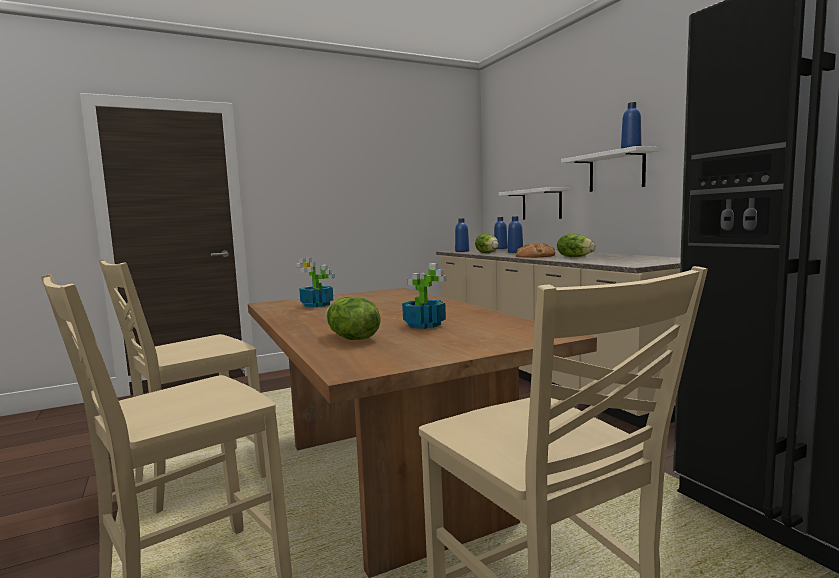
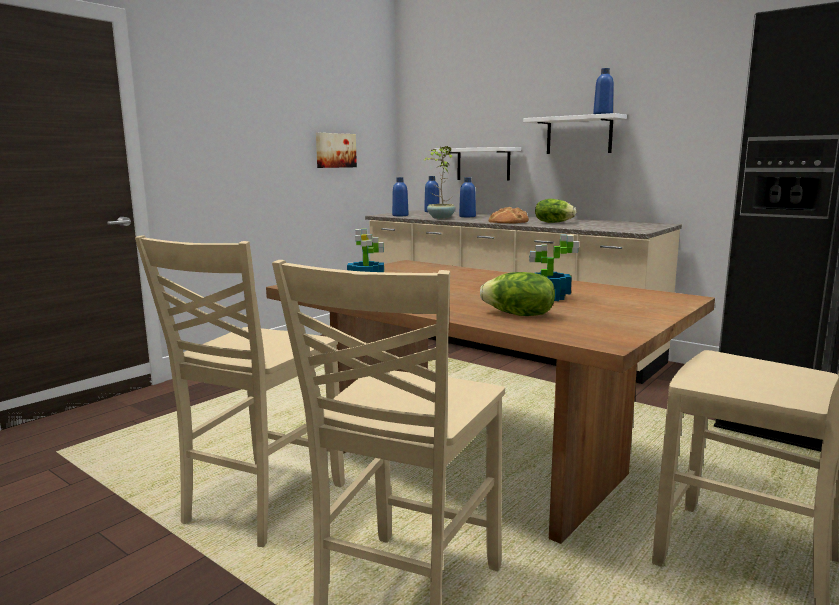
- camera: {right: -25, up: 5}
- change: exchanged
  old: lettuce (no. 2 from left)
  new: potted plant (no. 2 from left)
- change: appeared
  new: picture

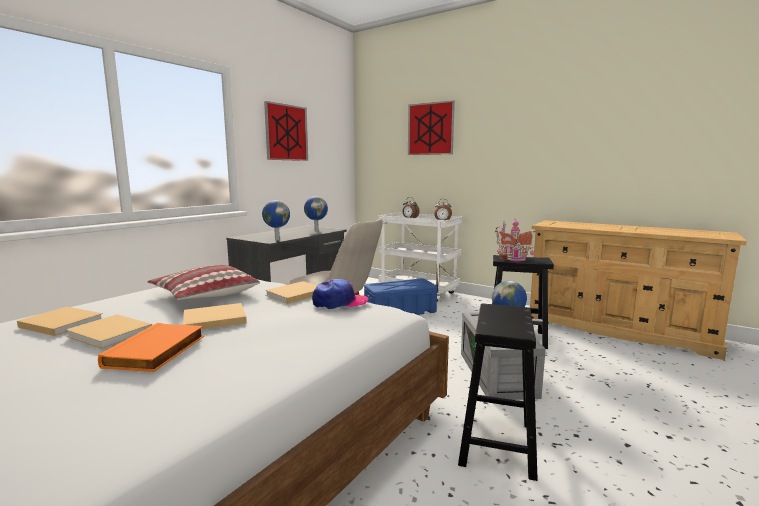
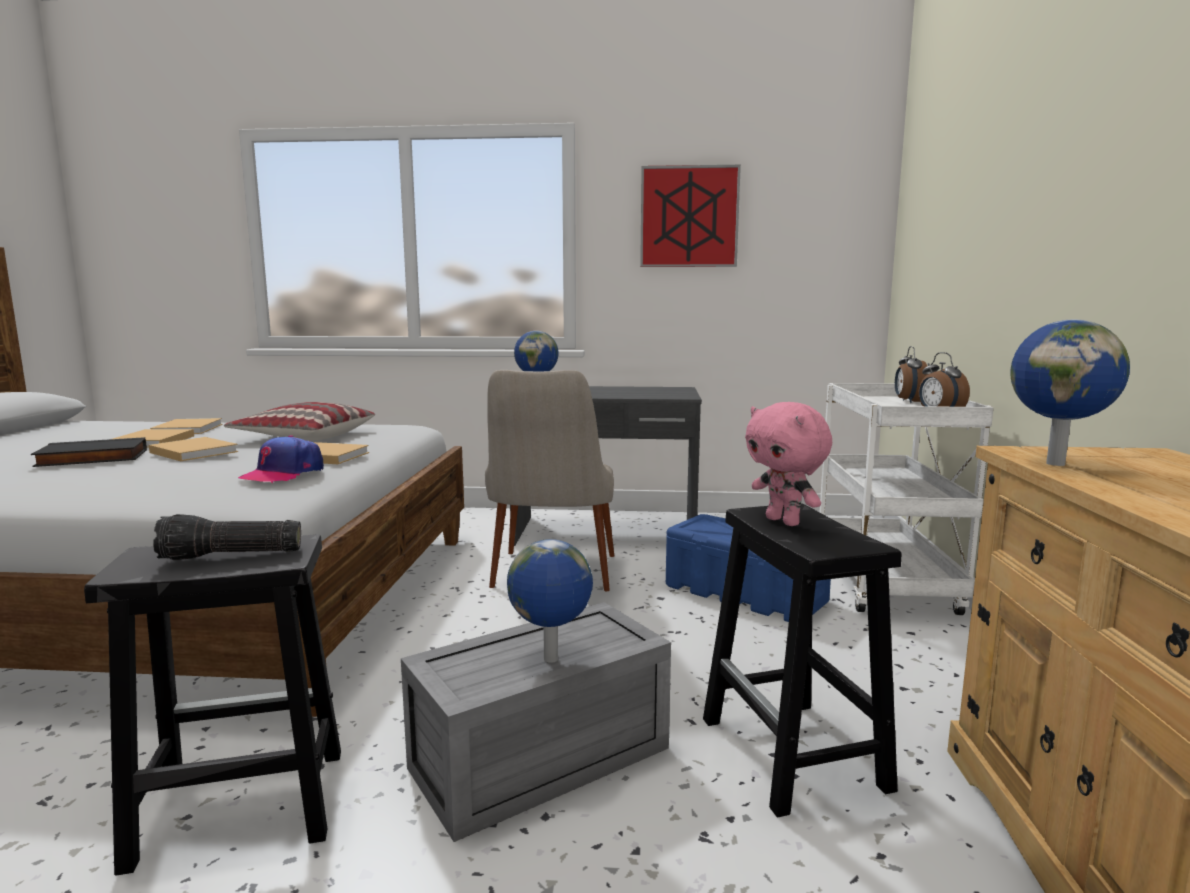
- camera: {right: 60, up: 0}
- change: missing
  old: picture (no. 2 from left)
- change: relocated
  old: globe (no. 2 from left in the first image)
  new: globe (no. 3 from left)
- change: exchanged
  old: toy house
  new: pink plush toy
- change: spun
  old: cap
  degrees: 75
- change: colour
  old: orange book
  new: black book
- change: appeared
  new: flashlight

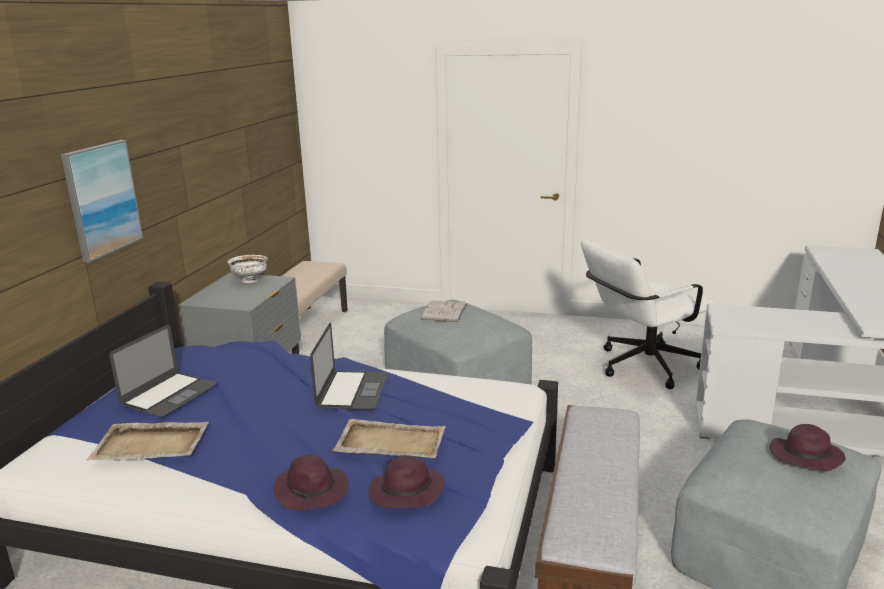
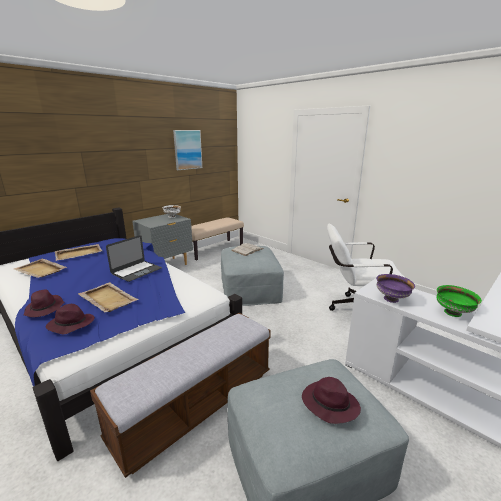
- camera: {right: 30, up: 0}
- change: relocated
  old: picture
- change: exchanged
  old: laptop (no. 1 from left)
  new: beige tray (no. 2 from left)
- change: appeared
  new: purple bowl
- change: appeared
  new: green bowl

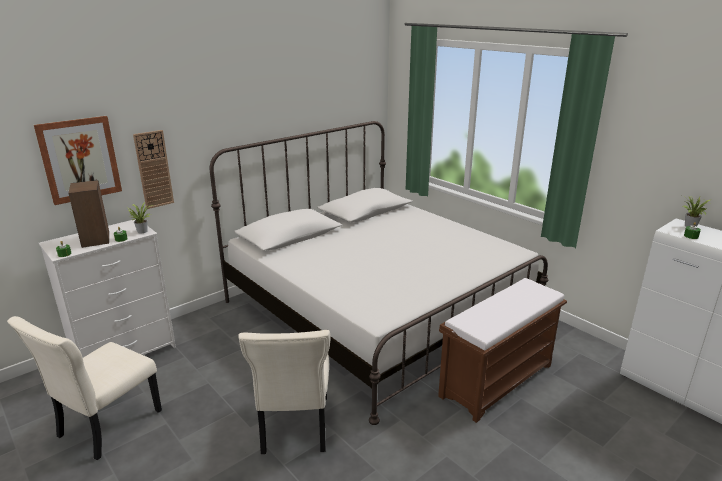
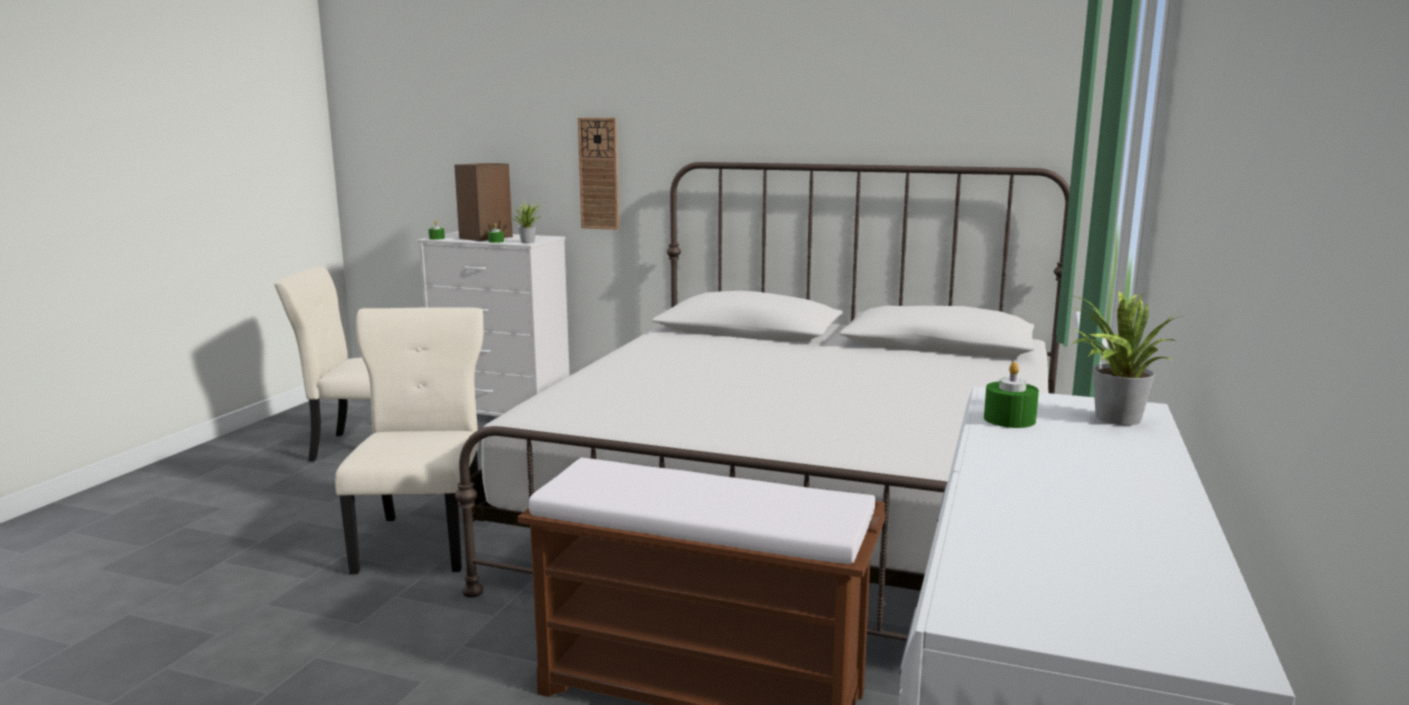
- camera: {right: 60, up: -10}
- change: missing
  old: picture
- change: spun
  old: beige chair (no. 2 from left)
  degrees: 120

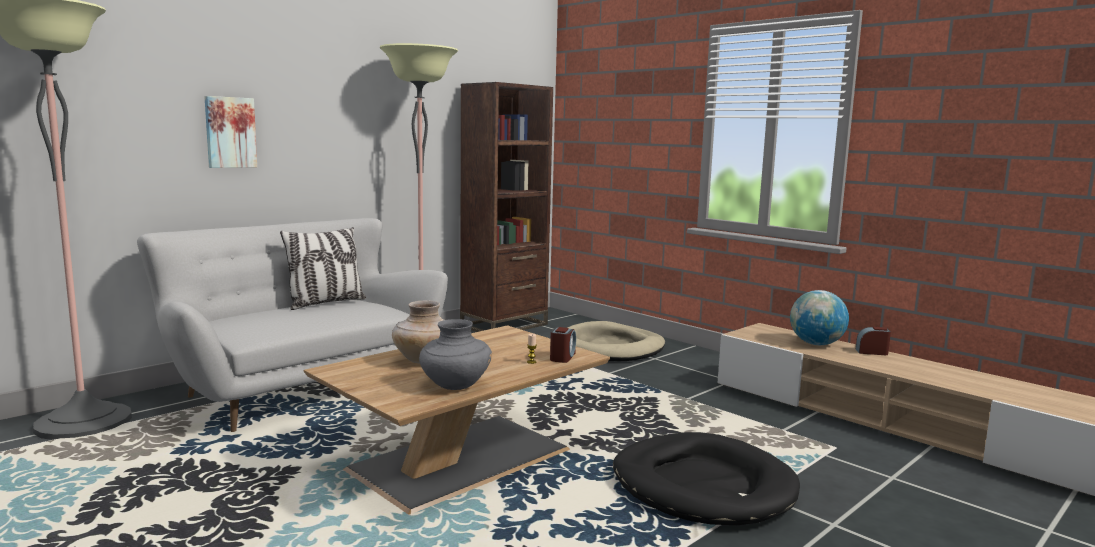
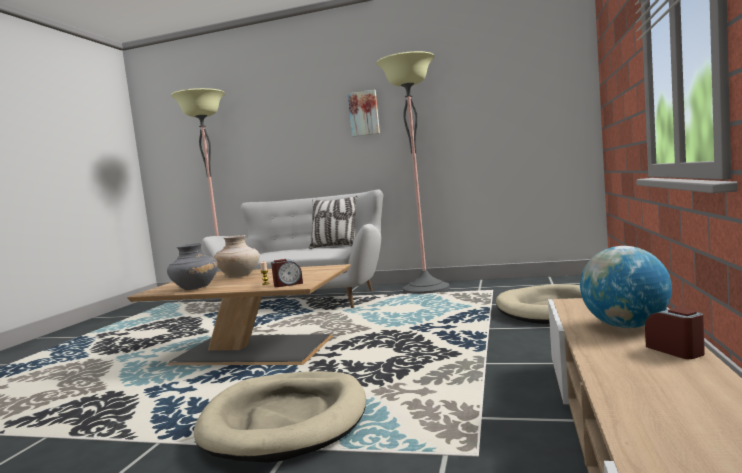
- camera: {right: 60, up: -5}
- change: missing
  old: brown bookcase
- change: relocated
  old: picture
- change: colour
  old: black dog bed
  new: beige dog bed (no. 1 from left)

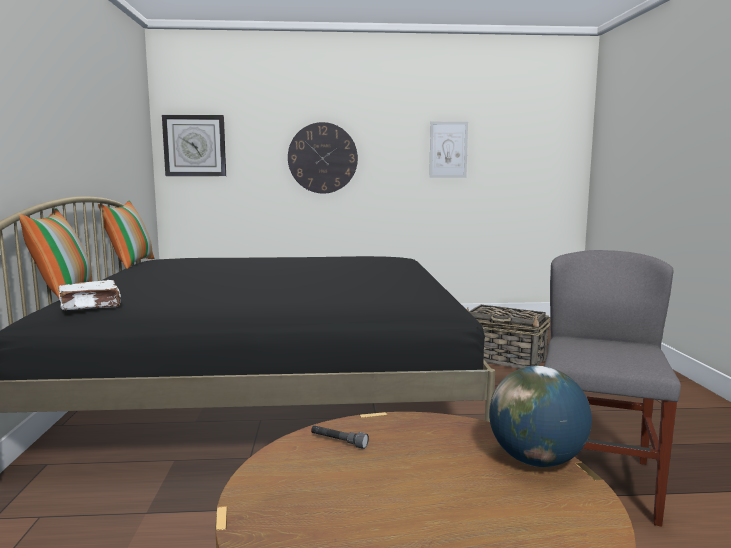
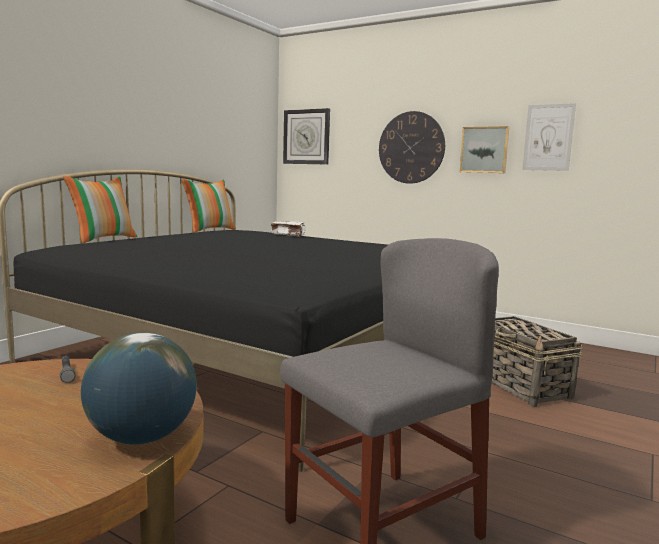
- camera: {right: 35, up: 0}
- change: relocated
  old: white book
- change: appeared
  new: picture (no. 1 from left)

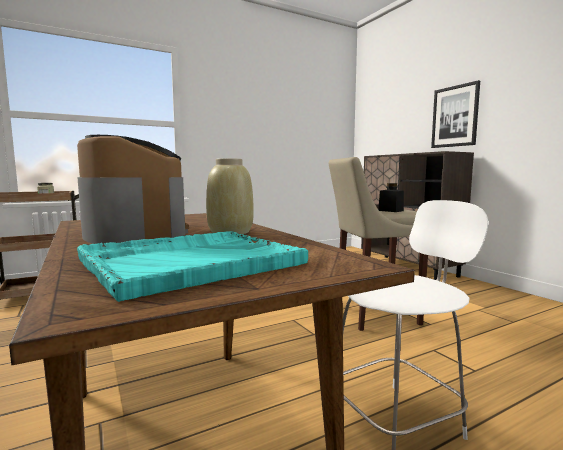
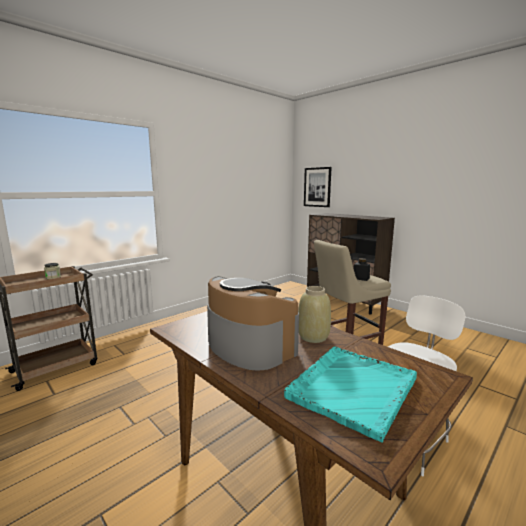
- camera: {right: -15, up: 5}
- change: relocated
  old: picture

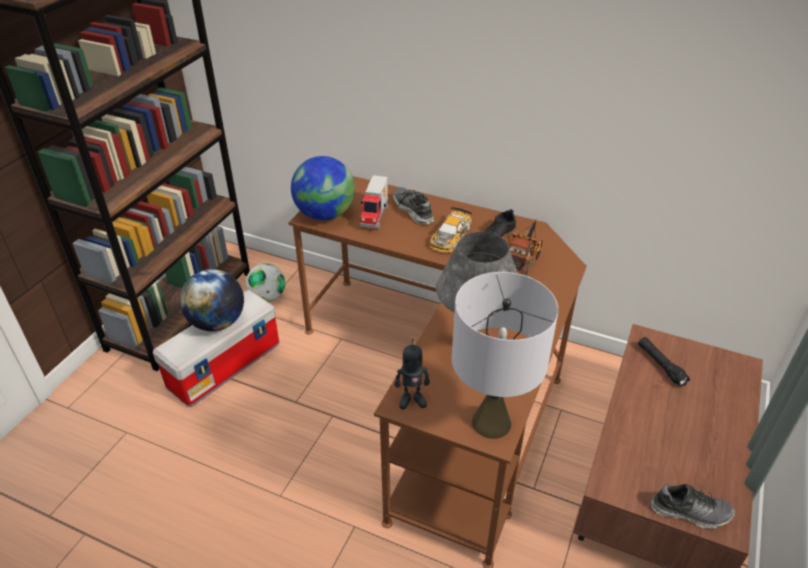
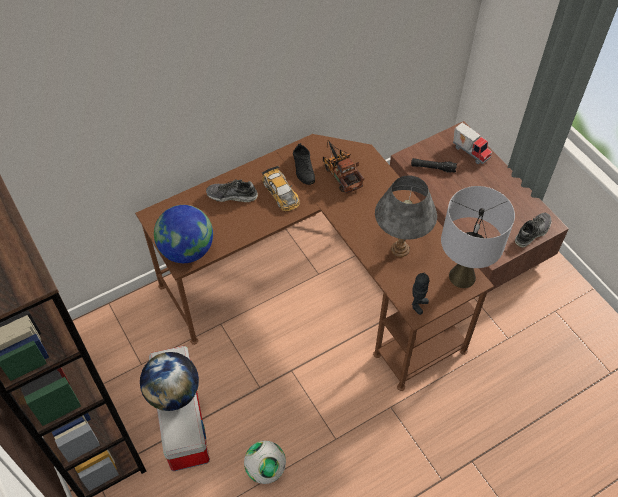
- camera: {right: -55, up: 15}
- change: relocated
  old: toy truck (no. 1 from left in the first image)
  new: toy truck (no. 2 from left)
- change: relocated
  old: football

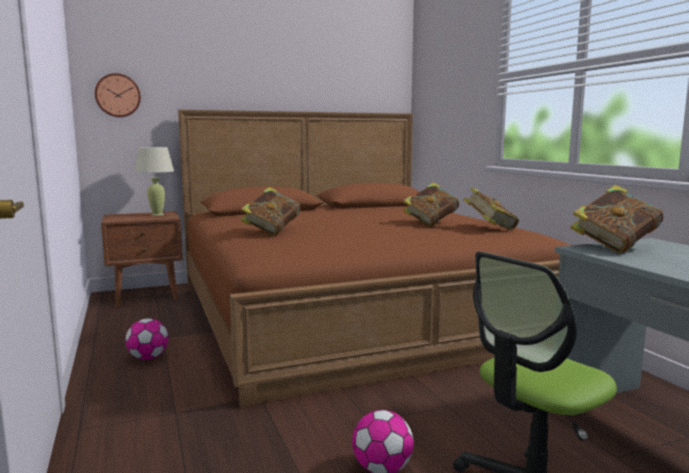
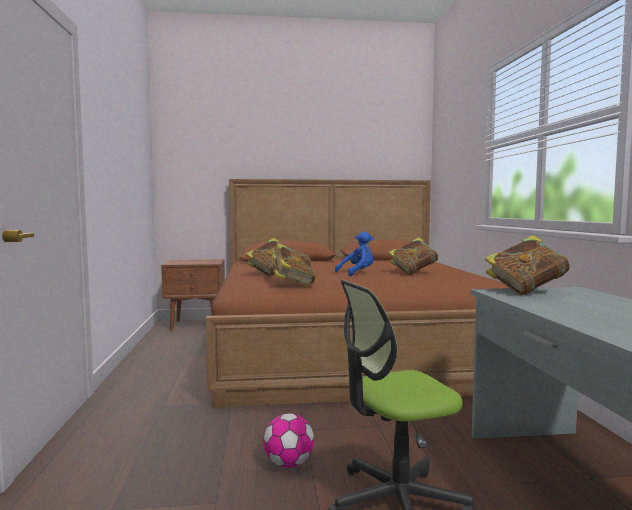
- camera: {right: 15, up: -5}
- change: missing
  old: wall clock
- change: missing
  old: beige table lamp
- change: relocated
  old: book (no. 3 from left in the first image)
  new: book (no. 2 from left)
- change: missing
  old: football (no. 1 from left)
- change: appeared
  new: blue plush toy

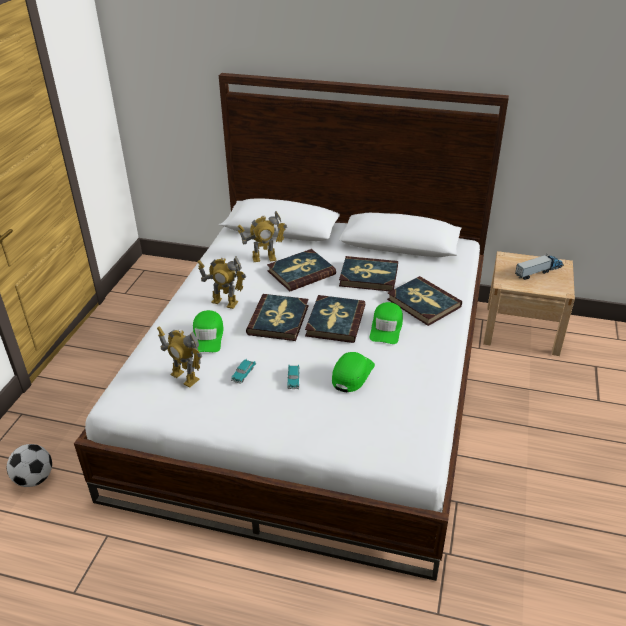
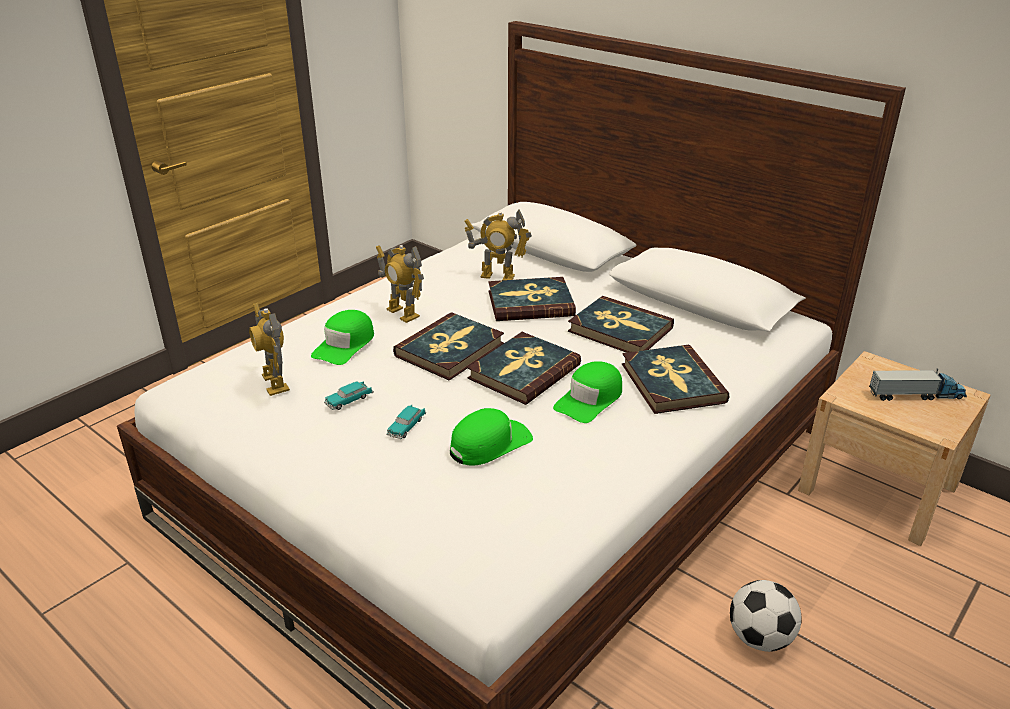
- camera: {right: 25, up: -5}
- change: relocated
  old: football

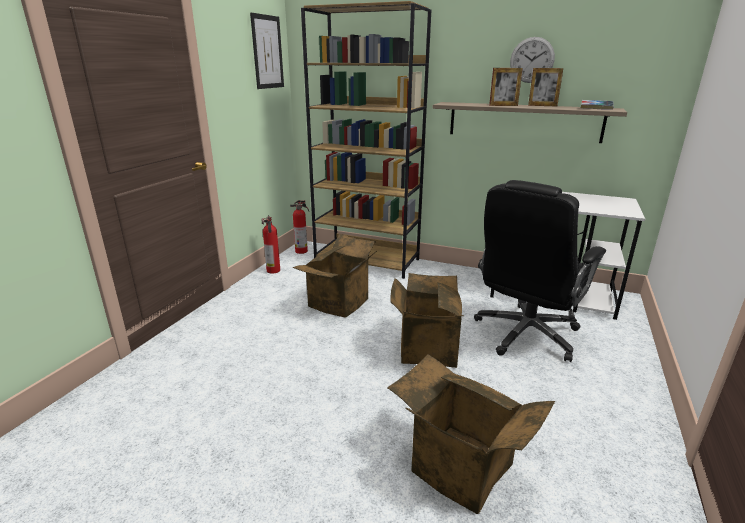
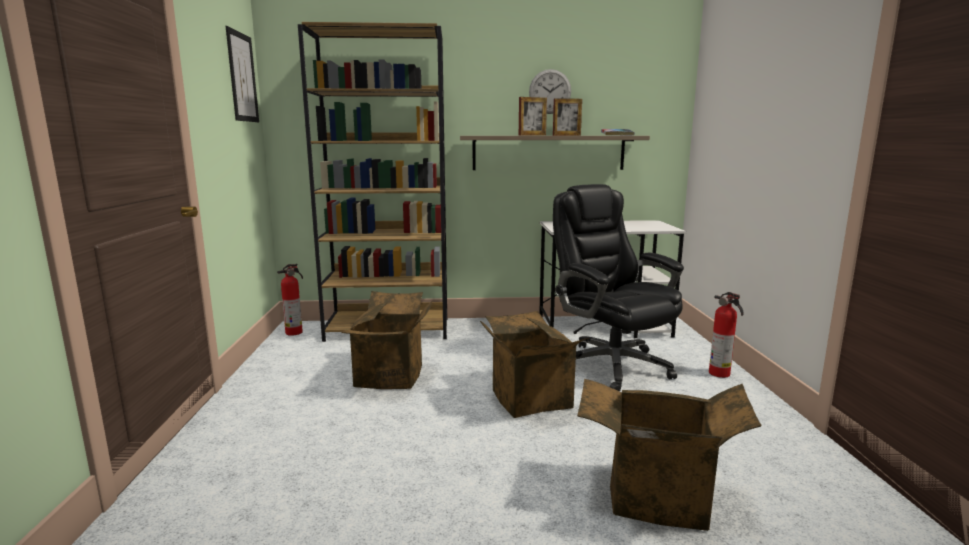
- camera: {right: -25, up: -10}
- change: spun
  old: black office chair
  degrees: 135
- change: relocated
  old: fire extinguisher (no. 1 from left in the first image)
  new: fire extinguisher (no. 2 from left)

